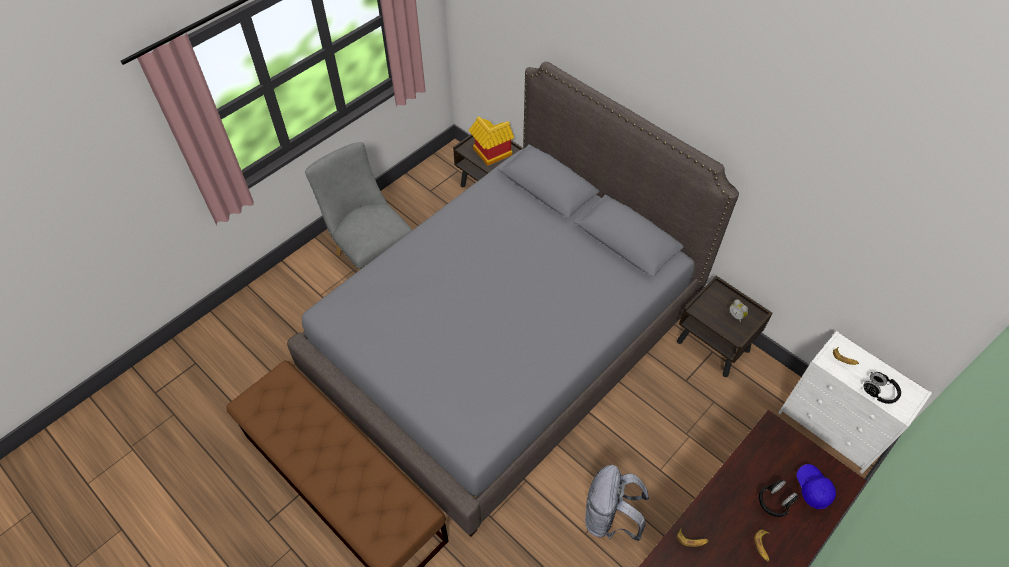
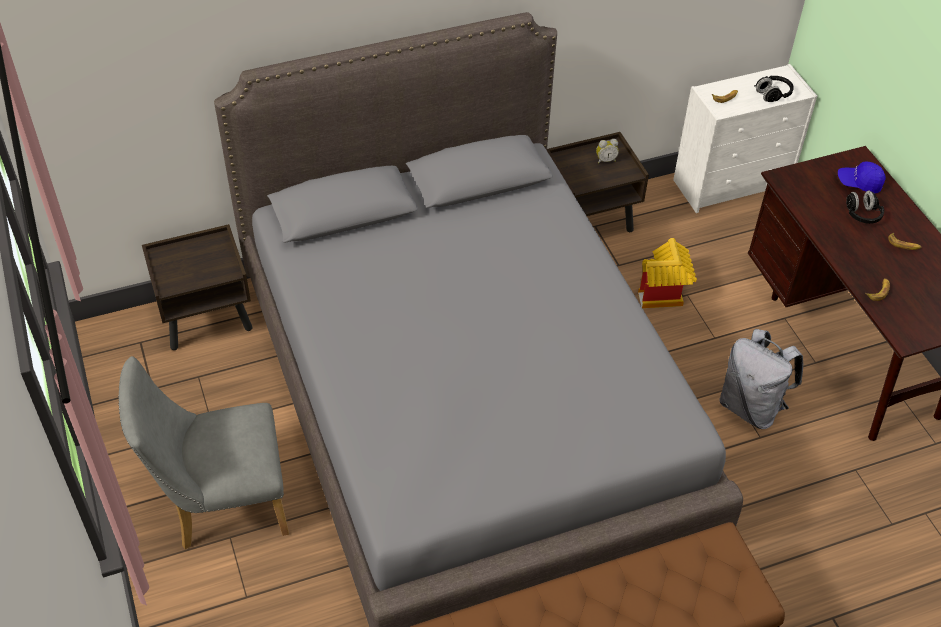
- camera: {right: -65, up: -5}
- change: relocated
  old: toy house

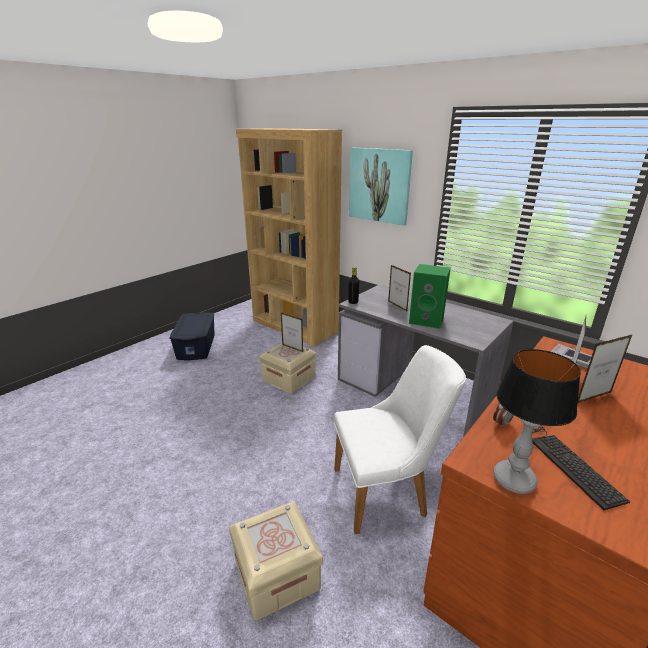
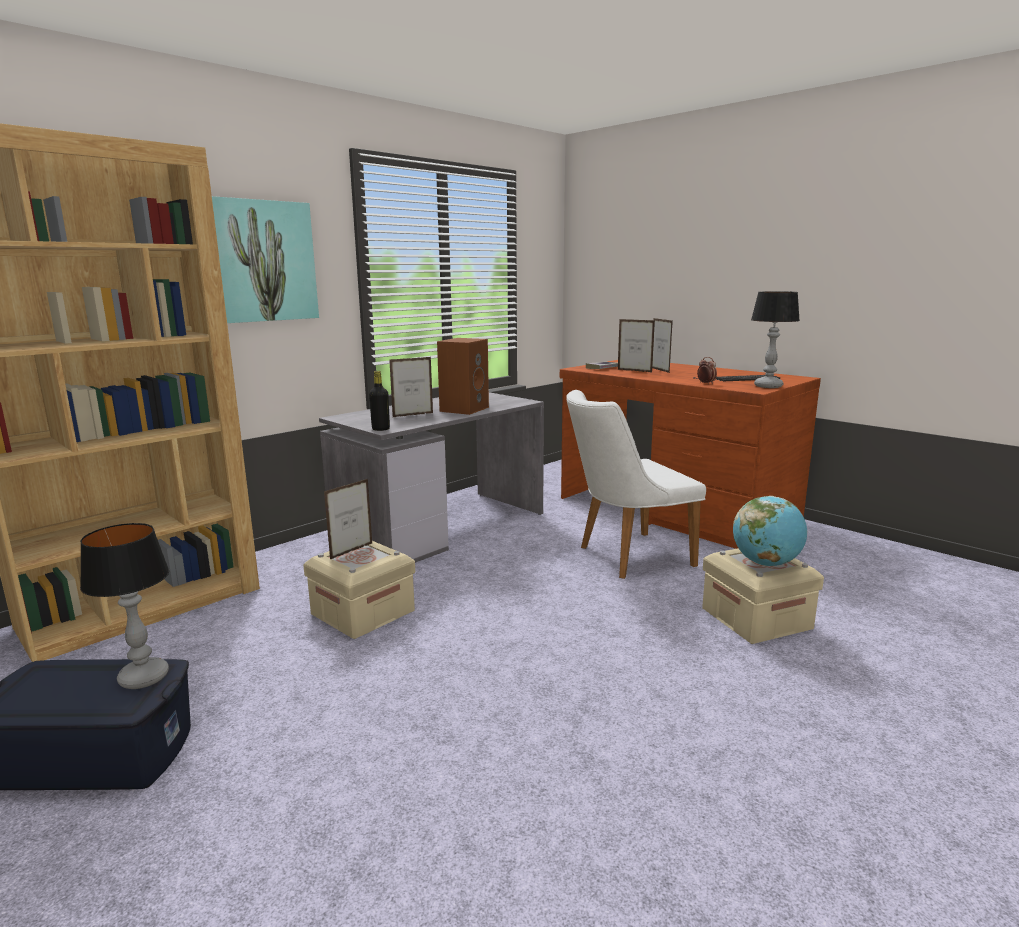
- camera: {right: -85, up: -10}
- change: colour
  old: green speaker
  new: brown speaker
- change: spun
  old: white chair
  degrees: -105
- change: appeared
  new: globe
- change: appeared
  new: table lamp (no. 1 from left)

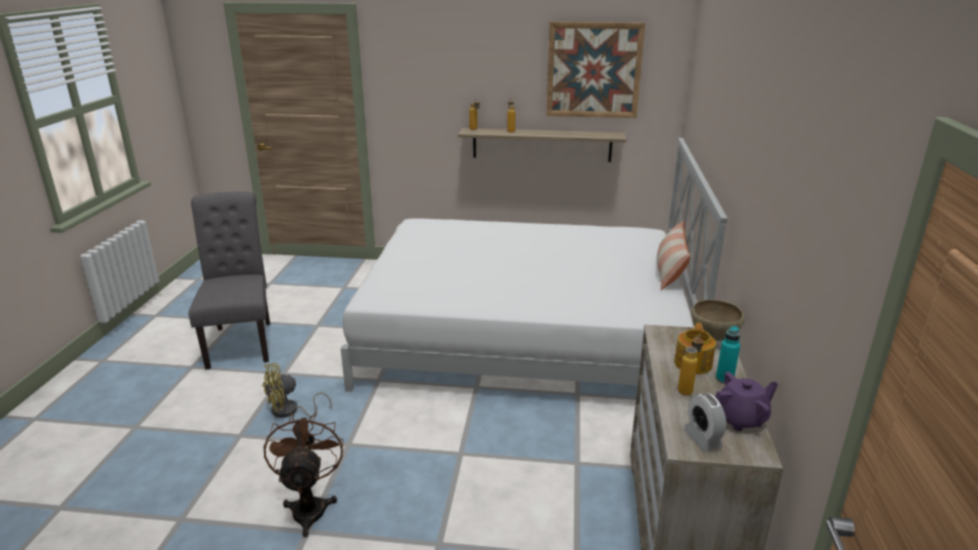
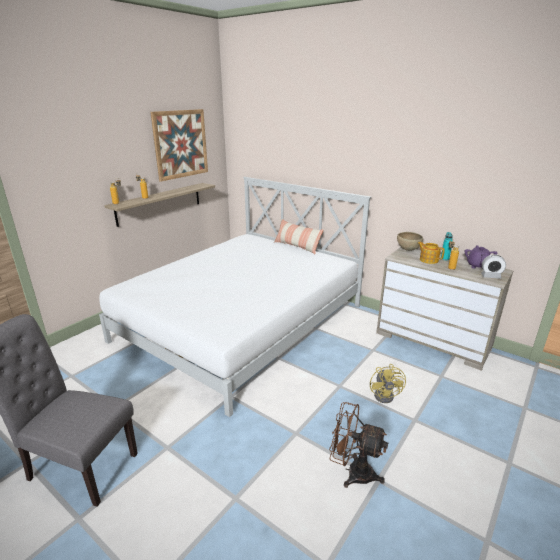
- camera: {right: -60, up: 0}
- change: relocated
  old: yellow fan

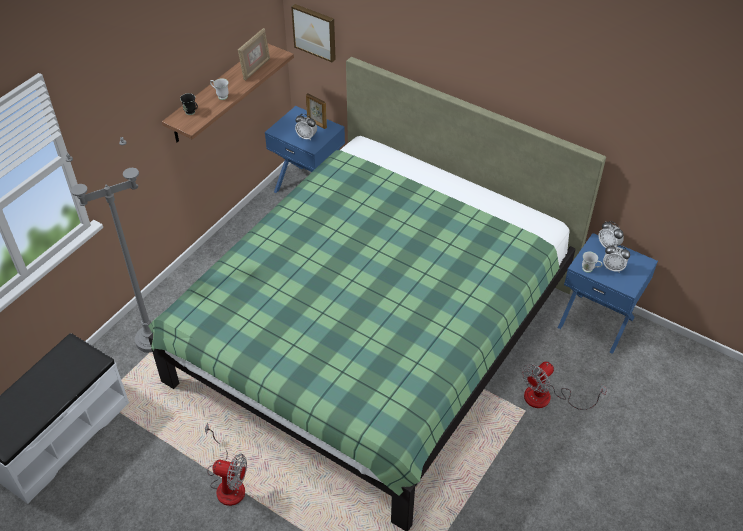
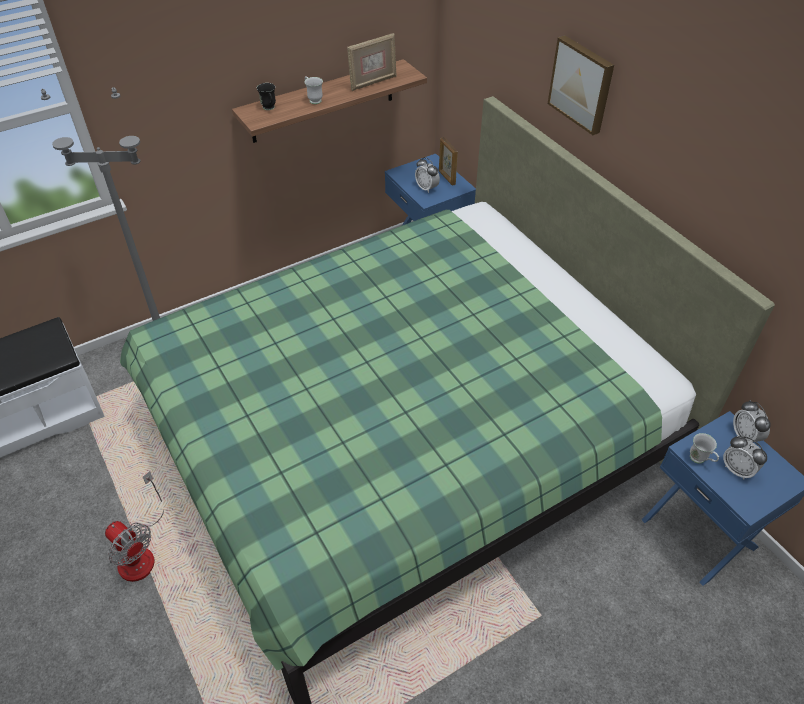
- camera: {right: 25, up: 0}
- change: relocated
  old: picture
- change: missing
  old: fan (no. 2 from left)

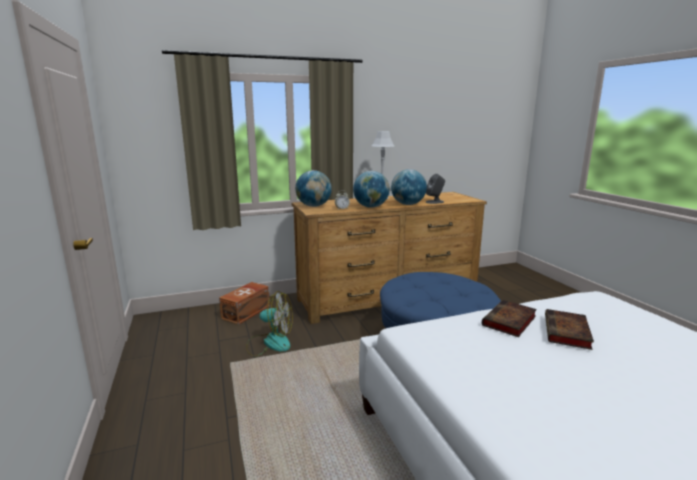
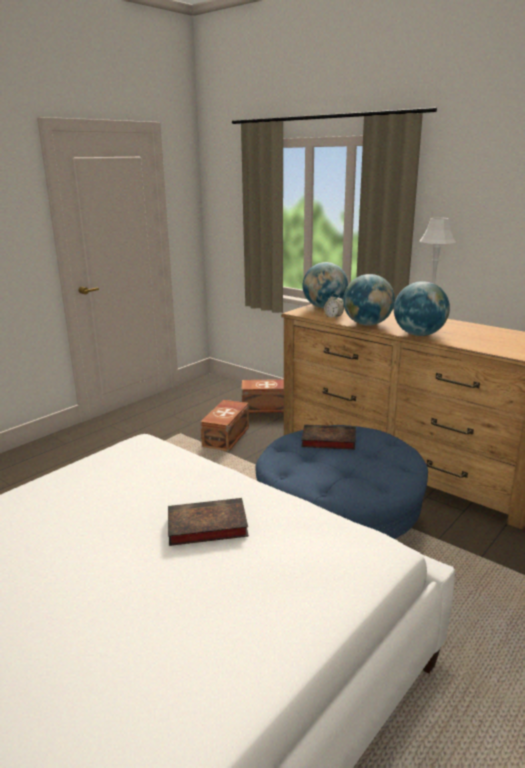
- camera: {right: 60, up: 5}
- change: missing
  old: grey speaker
- change: exchanged
  old: fan
  new: brown storage box (no. 1 from left)
- change: relocated
  old: book (no. 1 from left in the first image)
  new: book (no. 2 from left)

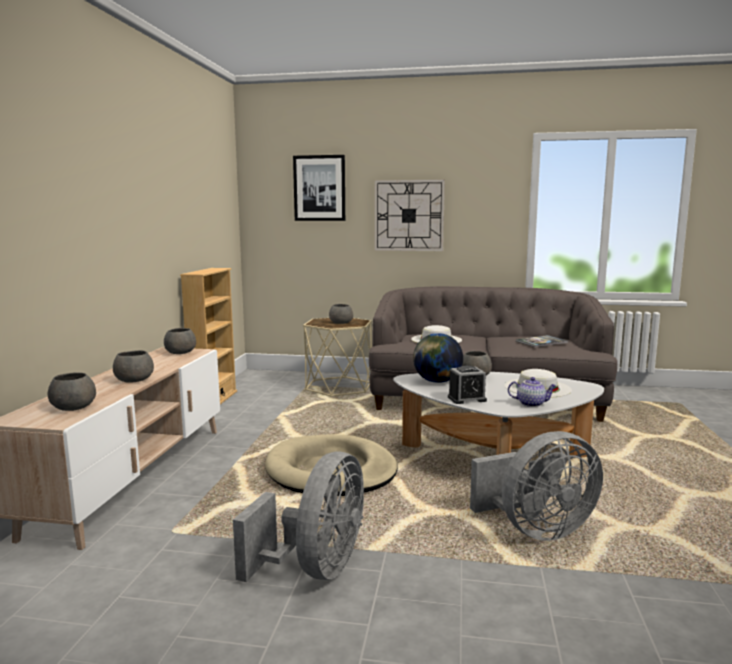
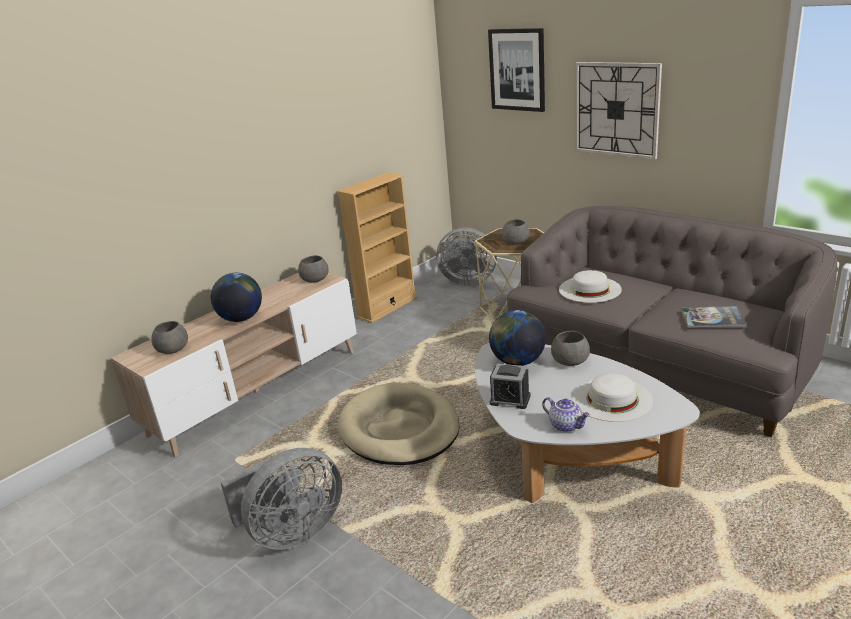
- camera: {right: 35, up: 15}
- change: exchanged
  old: grey bowl (no. 2 from left)
  new: globe (no. 1 from left)
- change: relocated
  old: grey fan (no. 2 from left)

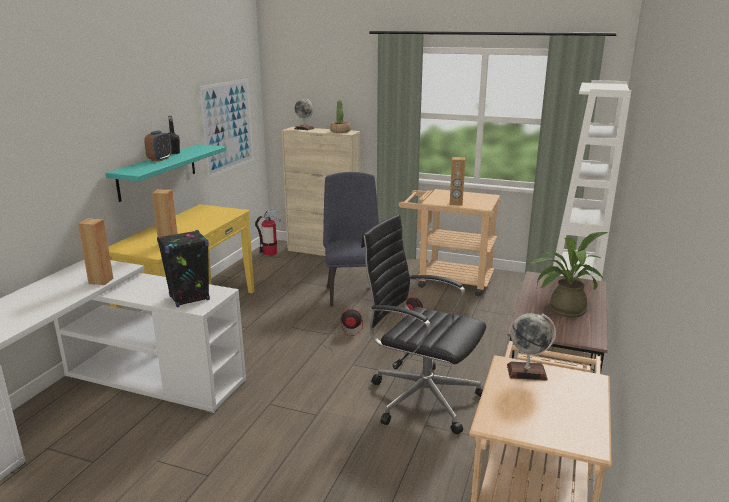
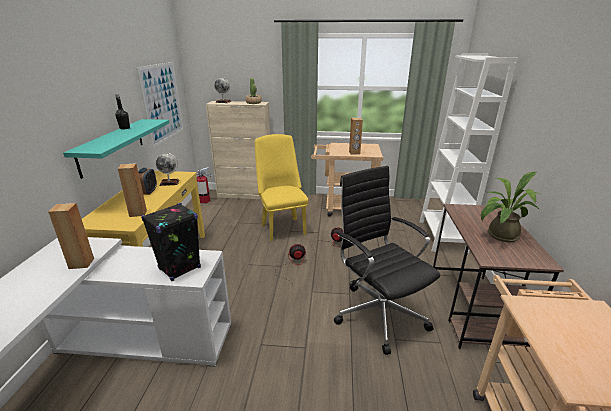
- camera: {right: -15, up: 5}
- change: relocated
  old: alarm clock
- change: colour
  old: blue chair
  new: yellow chair
- change: spun
  old: black office chair
  degrees: 45
- change: relocated
  old: globe (no. 2 from left in the first image)
  new: globe (no. 1 from left)

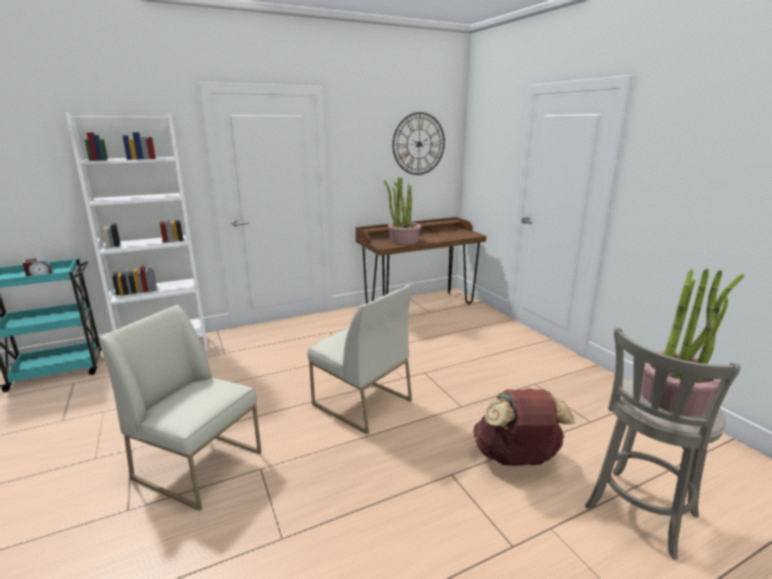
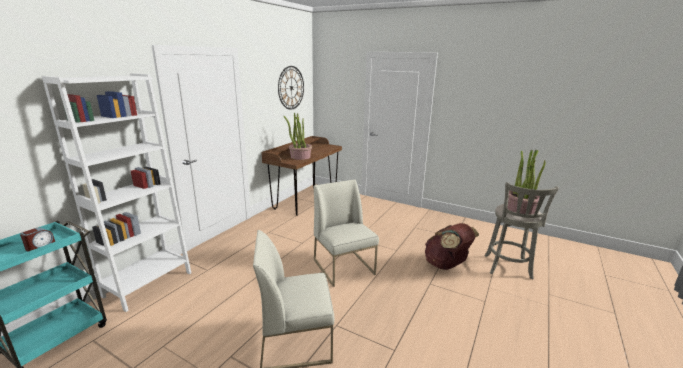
- camera: {right: -35, up: 0}
- change: spun
  old: white chair (no. 2 from left)
  degrees: -120

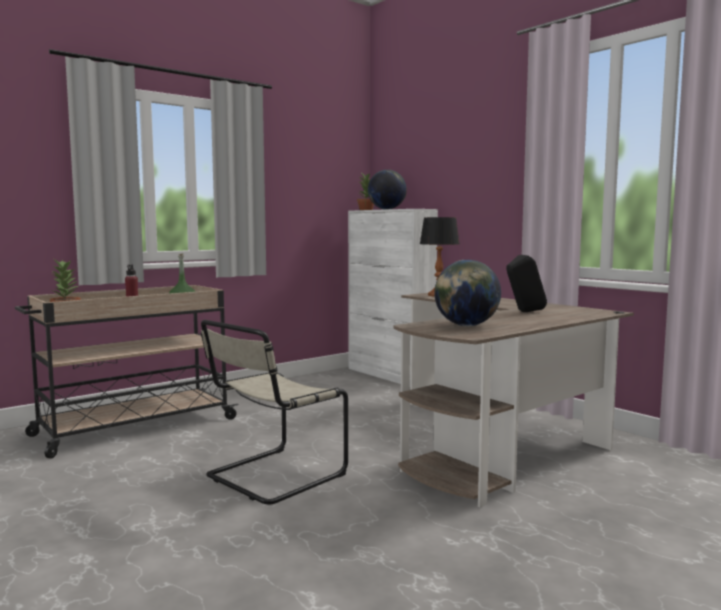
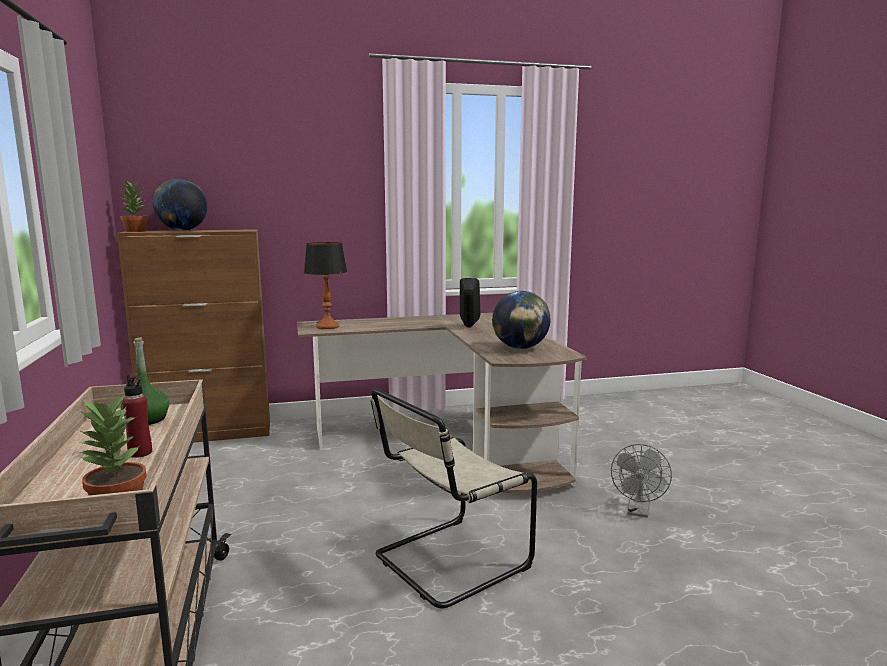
- camera: {right: -65, up: 5}
- change: colour
  old: white cabinet
  new: brown cabinet
- change: spun
  old: beige chair
  degrees: 75
- change: appeared
  new: grey fan

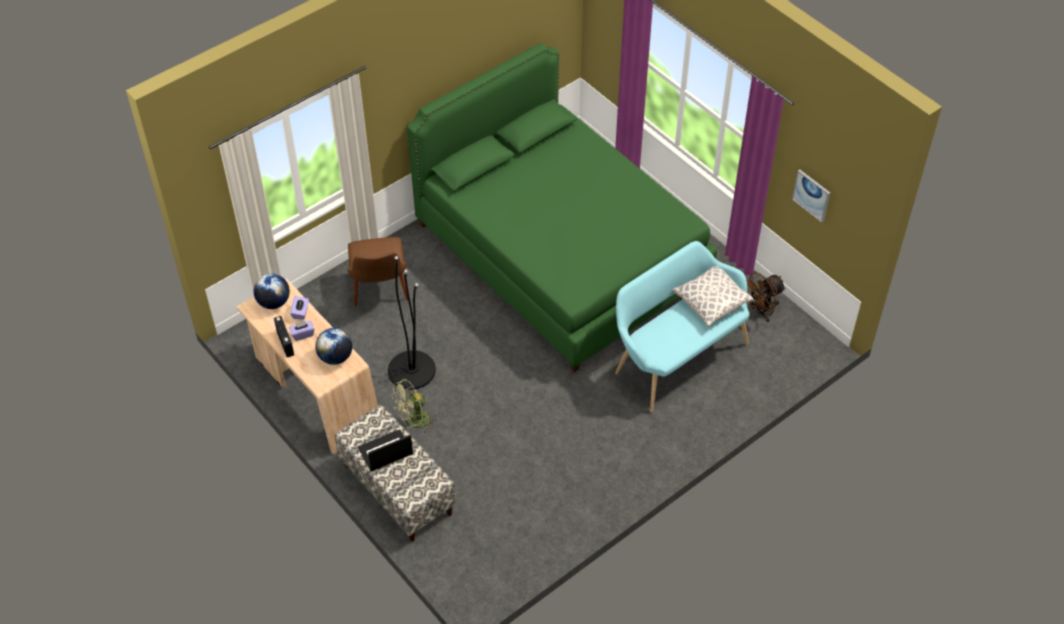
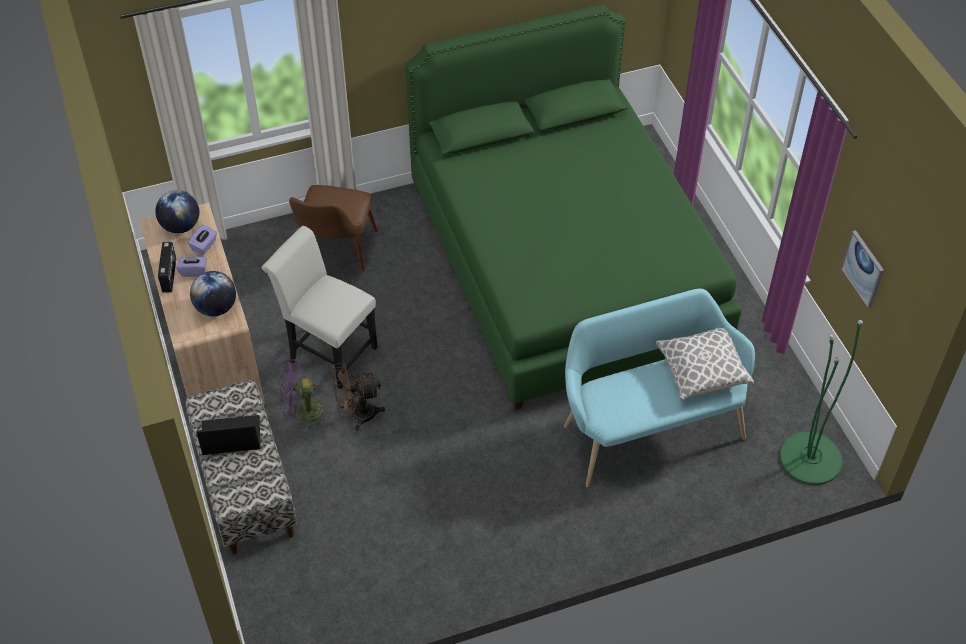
- camera: {right: 20, up: 0}
- change: exchanged
  old: black floor lamp
  new: white chair
- change: relocated
  old: brown fan
- change: colour
  old: green fan
  new: purple fan
- change: appeared
  new: green floor lamp

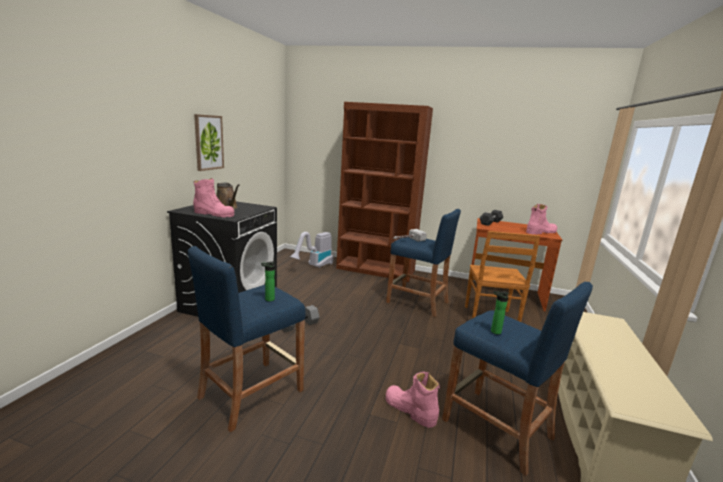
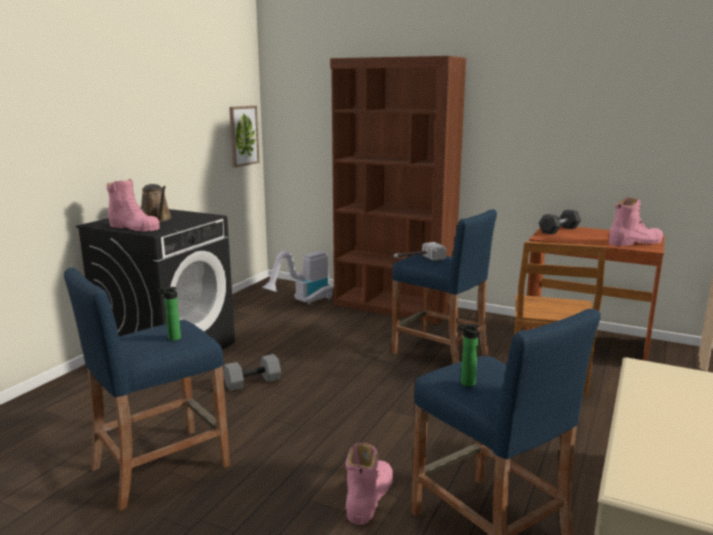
- camera: {right: 10, up: 0}
- change: relocated
  old: picture
- change: spun
  old: pink boot (no. 2 from left)
  degrees: 60

